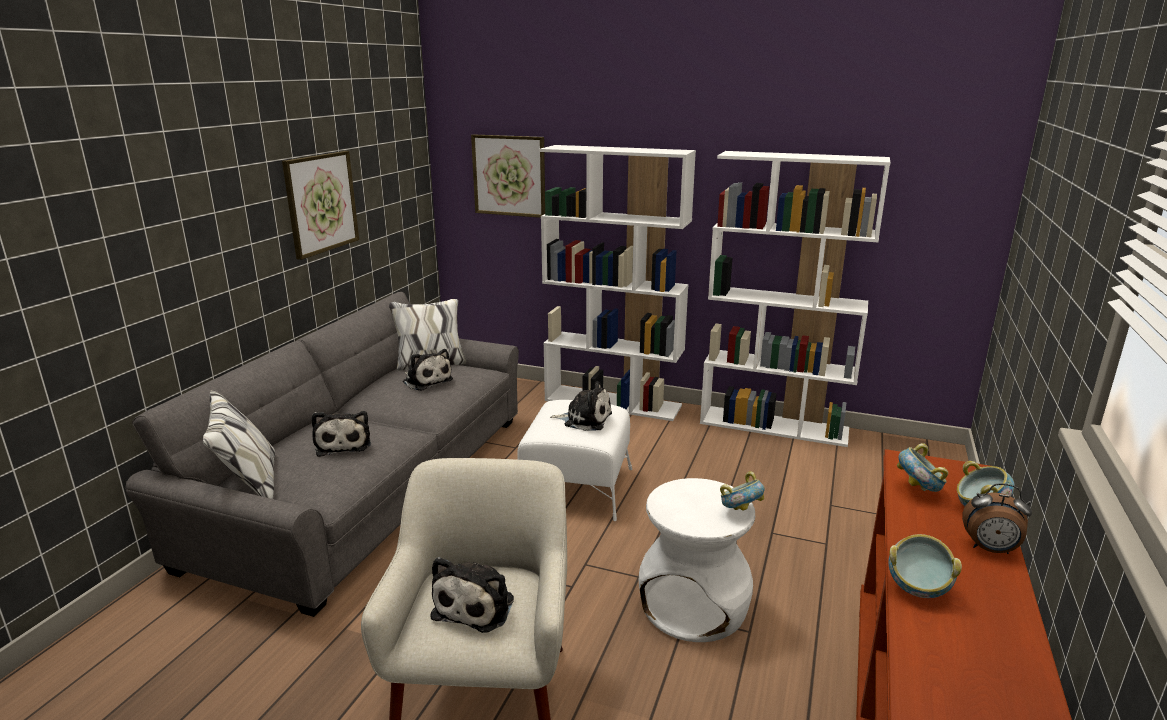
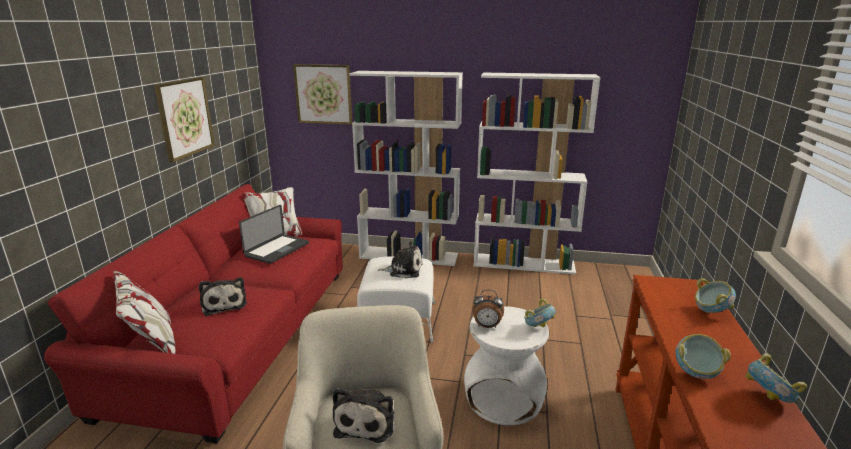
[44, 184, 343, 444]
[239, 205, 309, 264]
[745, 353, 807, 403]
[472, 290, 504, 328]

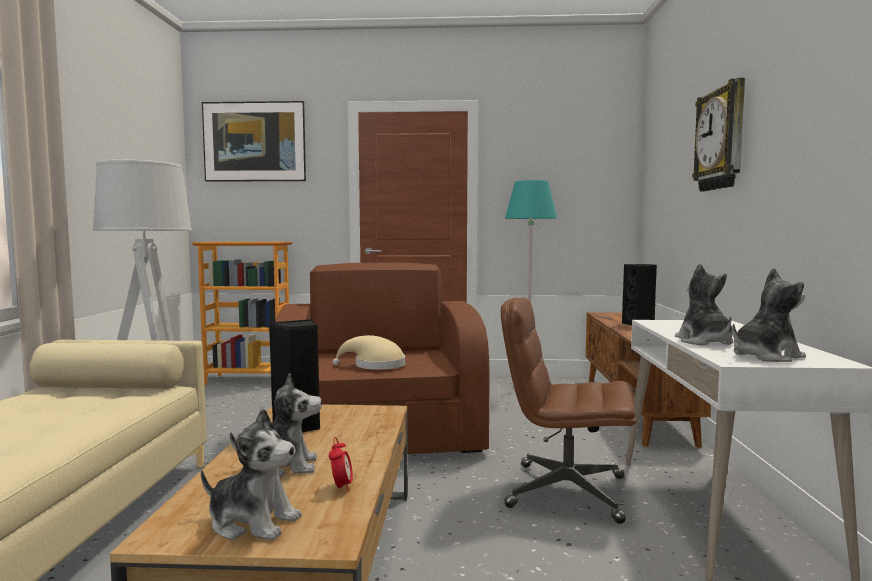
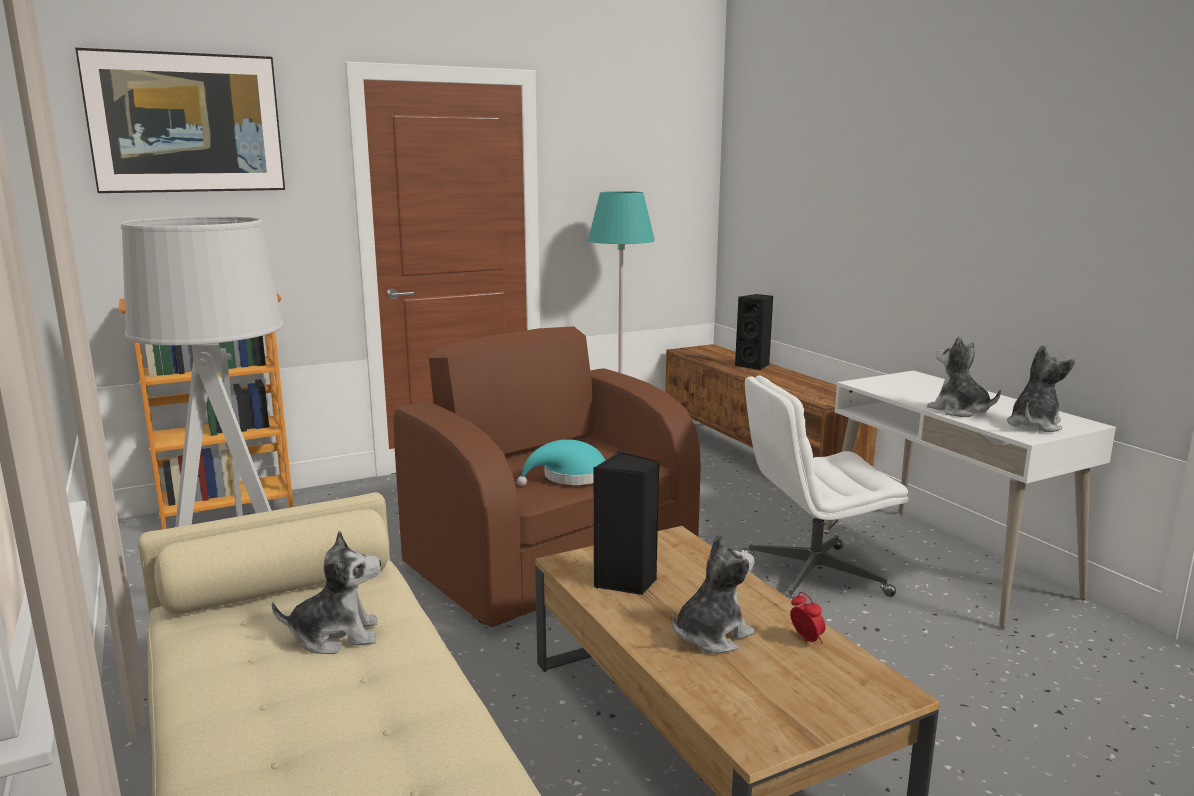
[692, 78, 745, 192] (first image)
[741, 375, 909, 600]
[517, 439, 606, 486]
[272, 531, 381, 654]

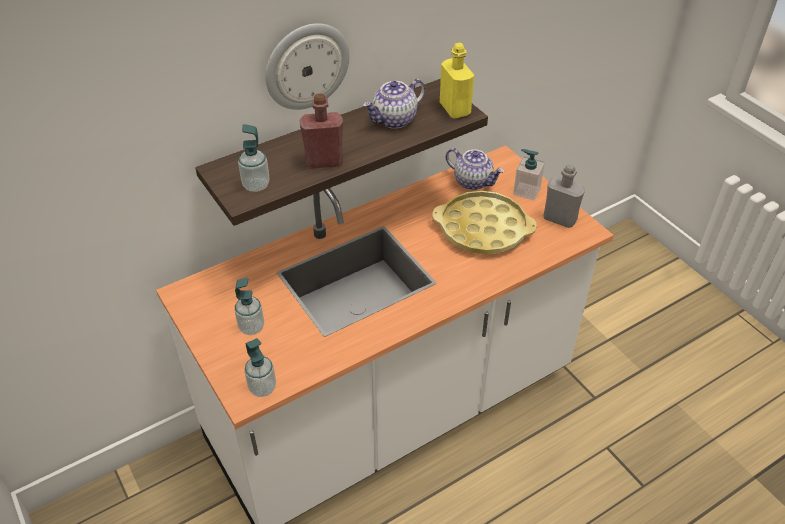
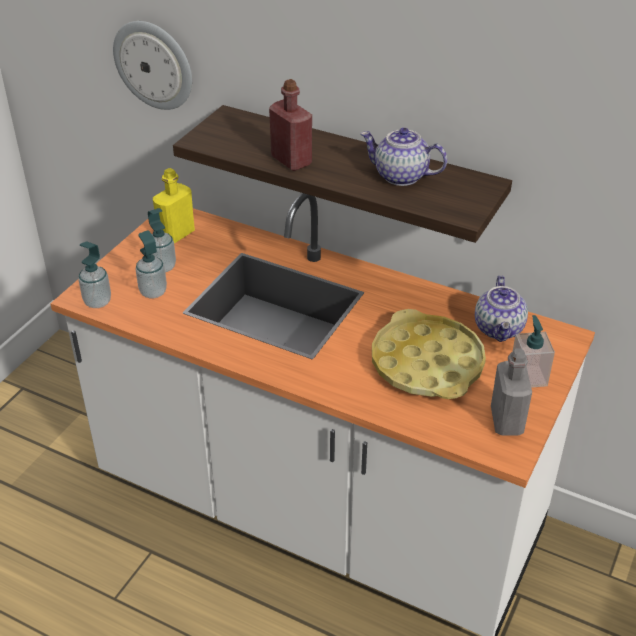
[113, 21, 192, 110]
[153, 168, 195, 244]
[136, 230, 167, 298]

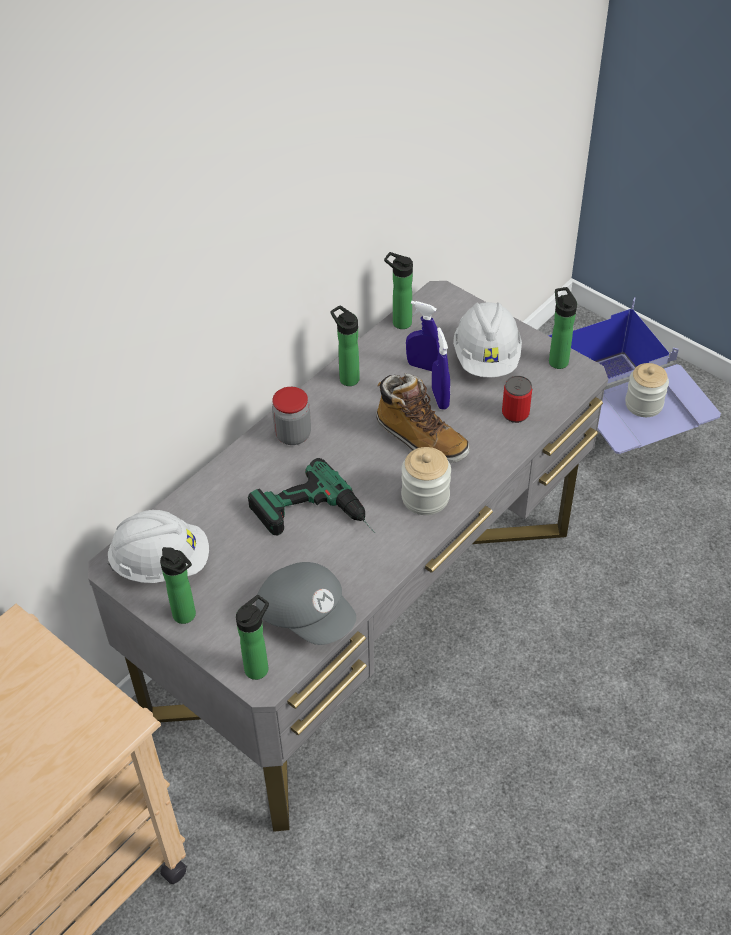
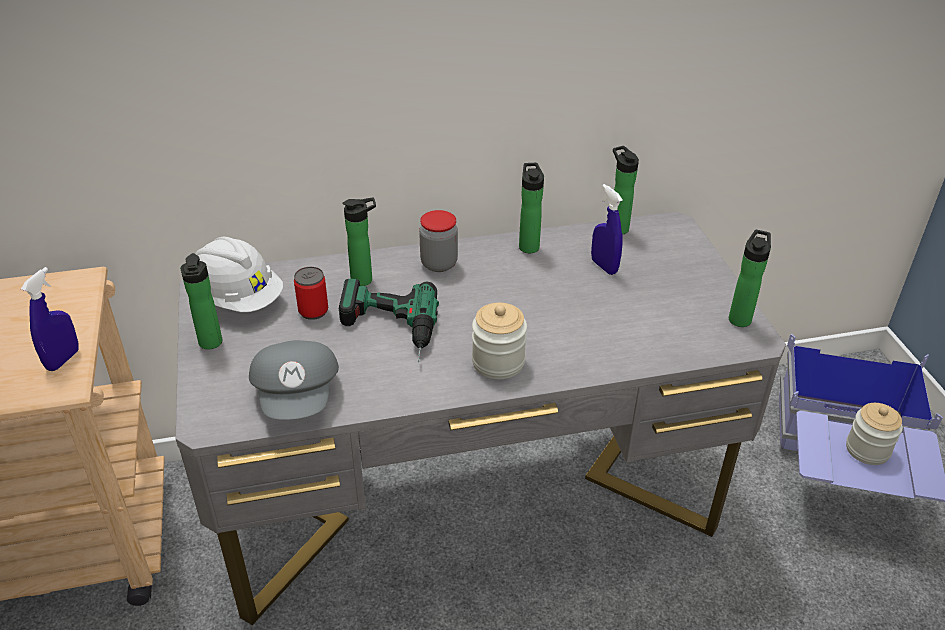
[453, 302, 522, 378] (first image)
[21, 267, 79, 371]
[376, 373, 470, 463] (first image)
[294, 267, 328, 320]
[343, 197, 376, 286]

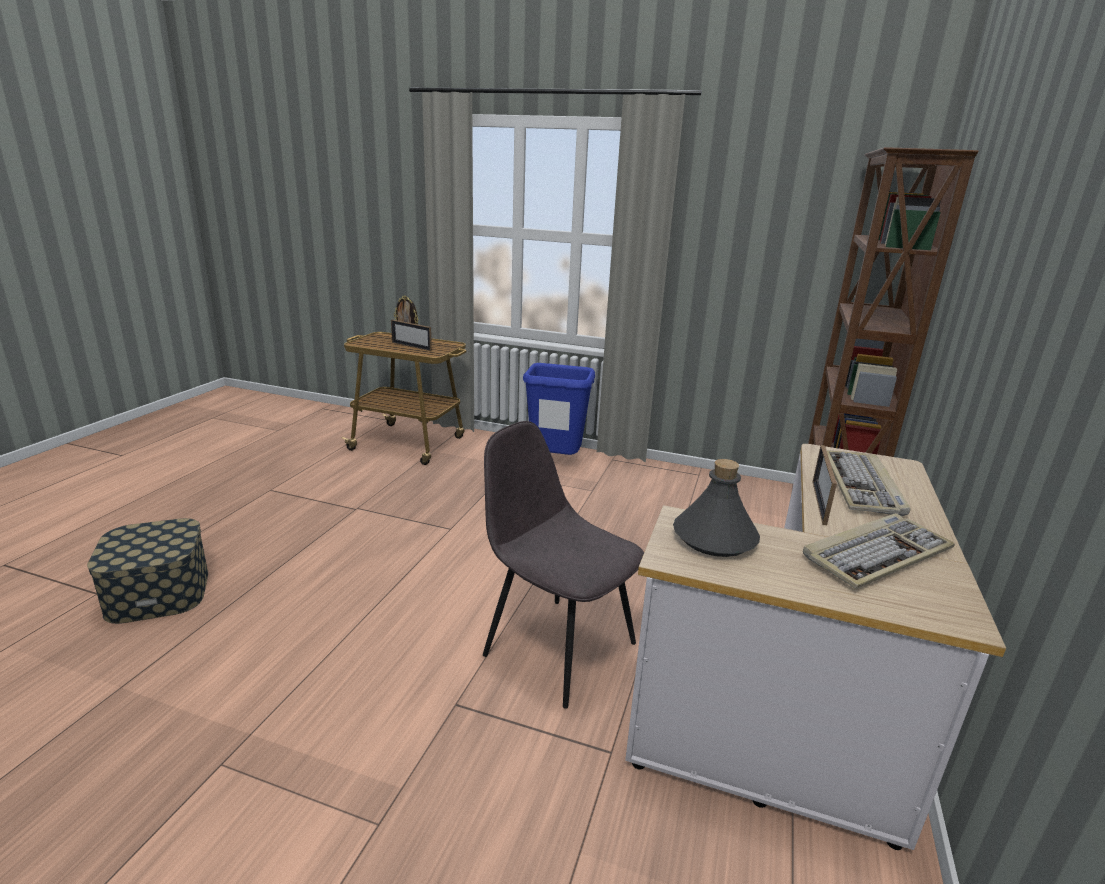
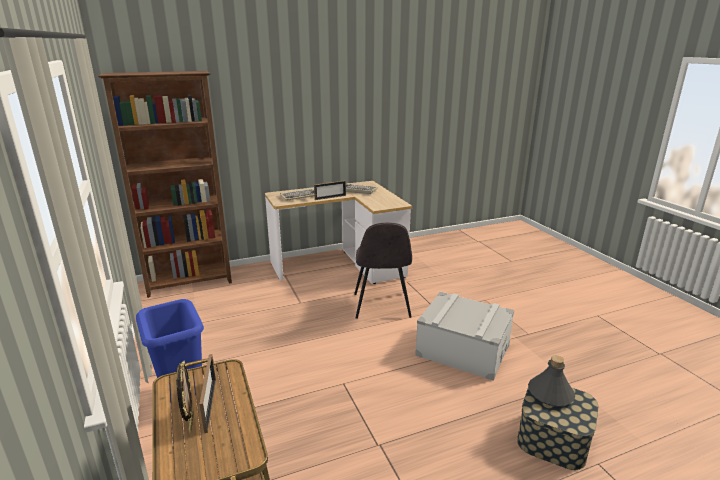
[528, 355, 575, 406]
[415, 292, 514, 381]

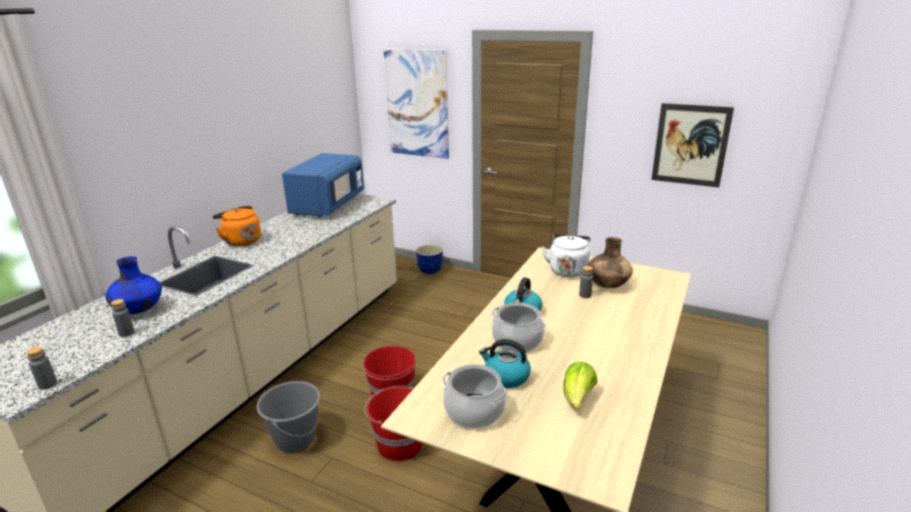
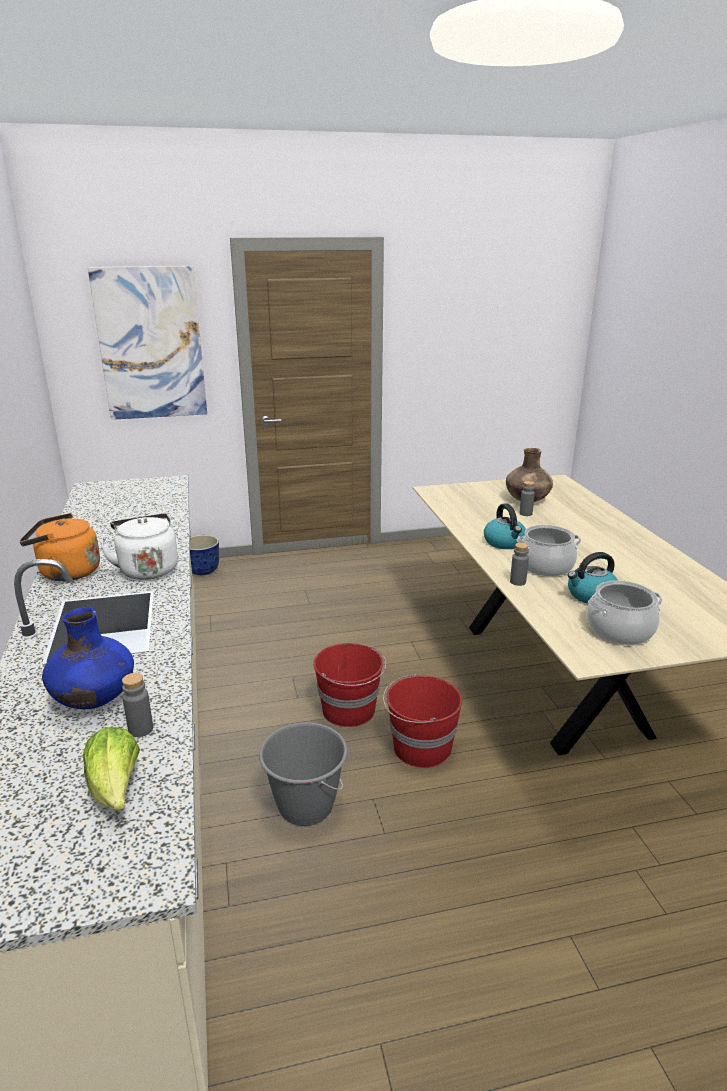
[651, 103, 734, 187] (first image)
[282, 153, 364, 217] (first image)
[100, 513, 178, 580]
[510, 543, 529, 586]
[83, 727, 140, 811]

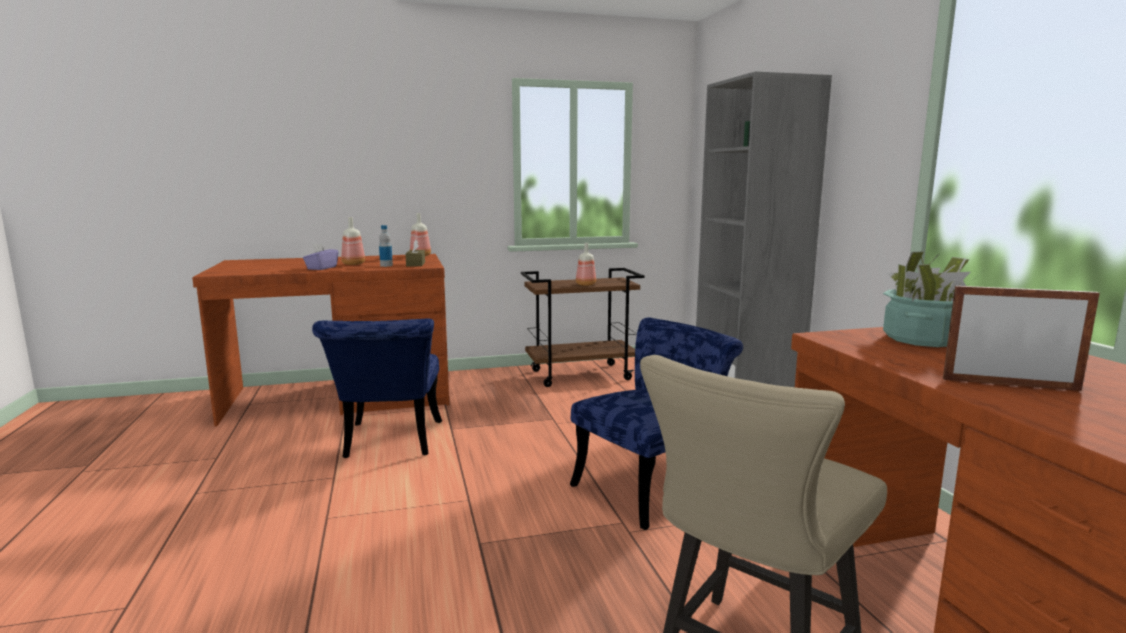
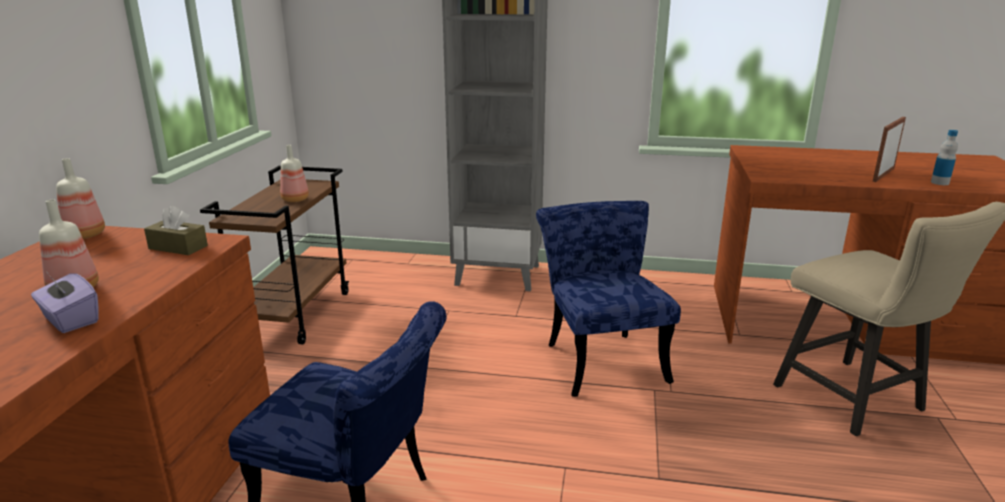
[931, 130, 958, 185]
[883, 251, 980, 347] (first image)

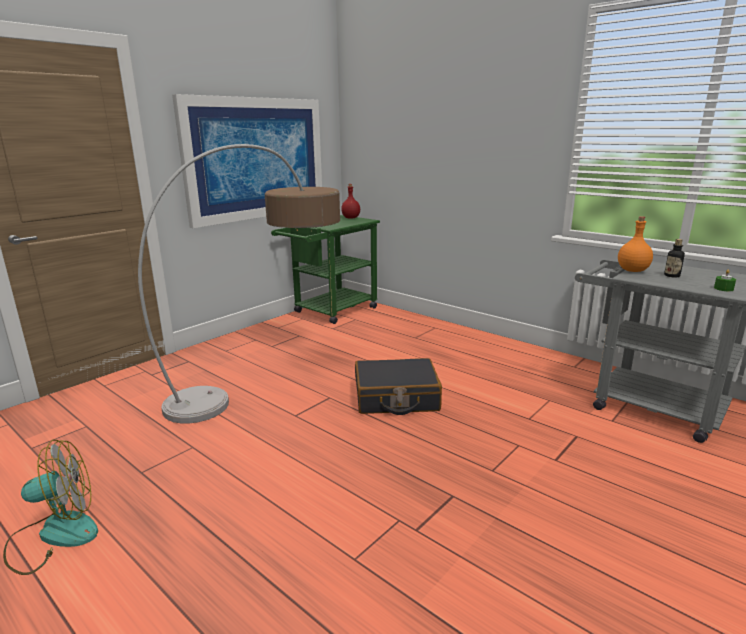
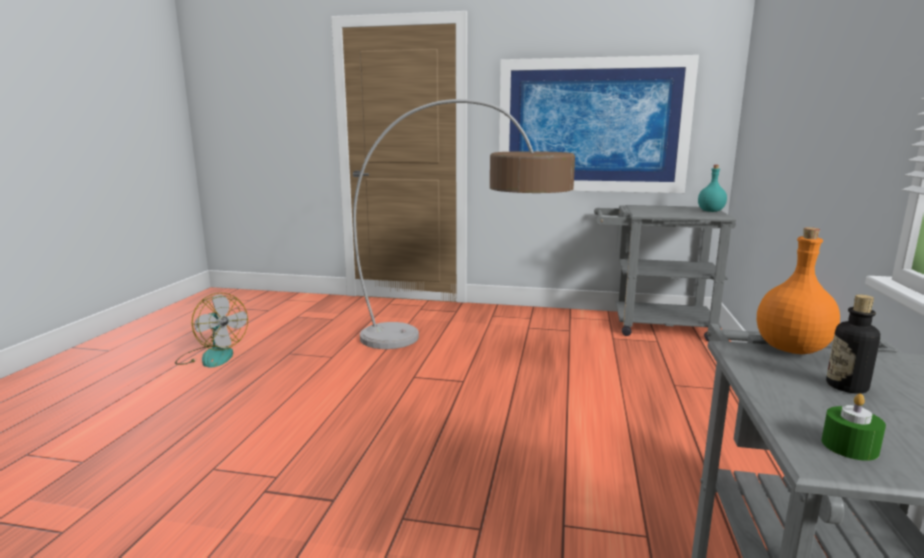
[698, 165, 727, 212]
[594, 205, 736, 341]
[355, 358, 442, 415] (first image)

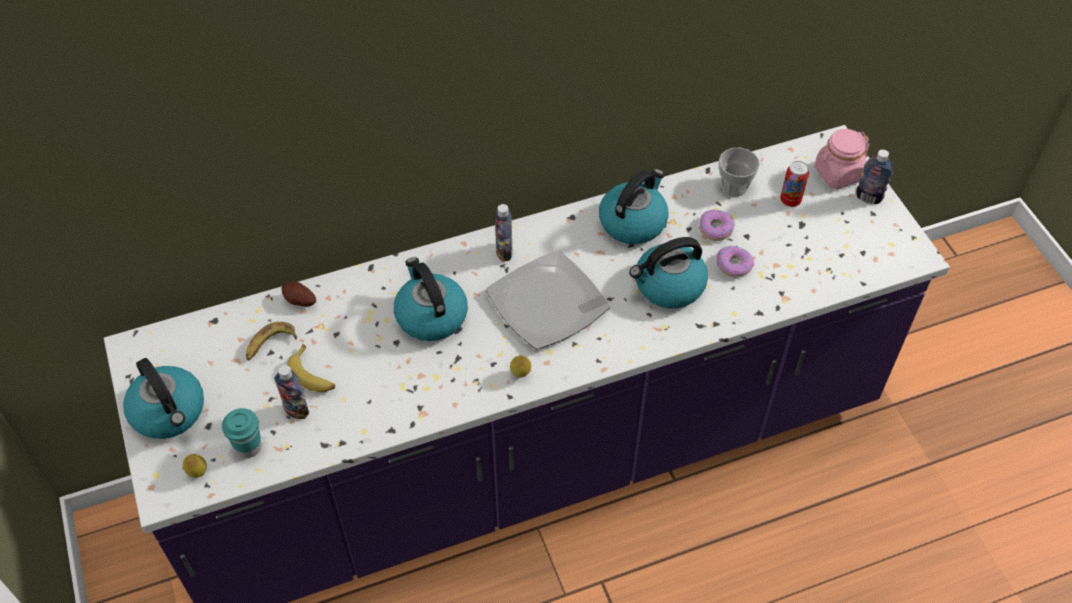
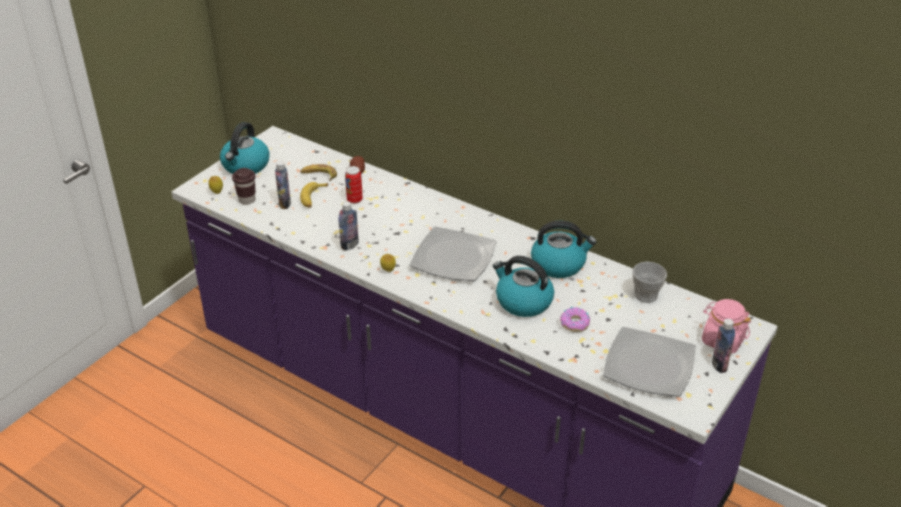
[345, 166, 363, 204]
[339, 201, 359, 250]
[699, 209, 735, 241] (first image)
[394, 257, 468, 341] (first image)
[232, 168, 255, 205]
[603, 327, 696, 397]

